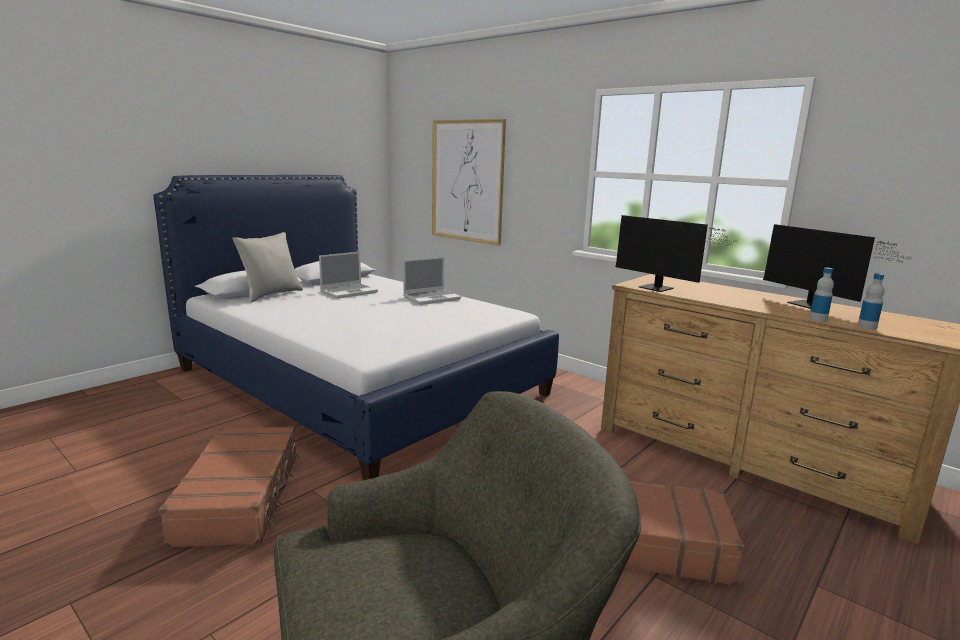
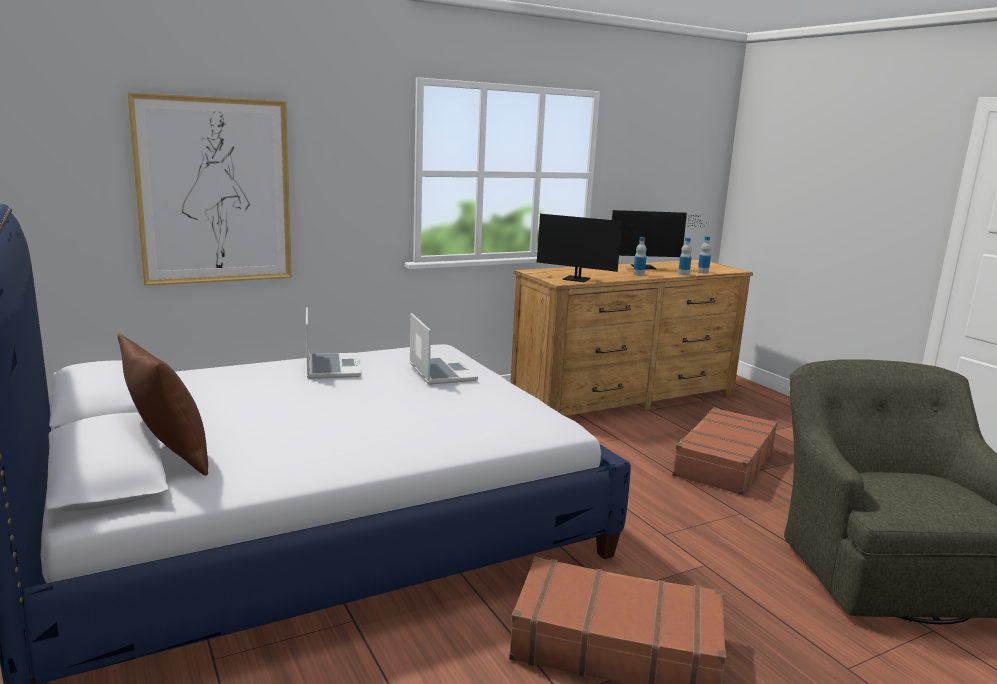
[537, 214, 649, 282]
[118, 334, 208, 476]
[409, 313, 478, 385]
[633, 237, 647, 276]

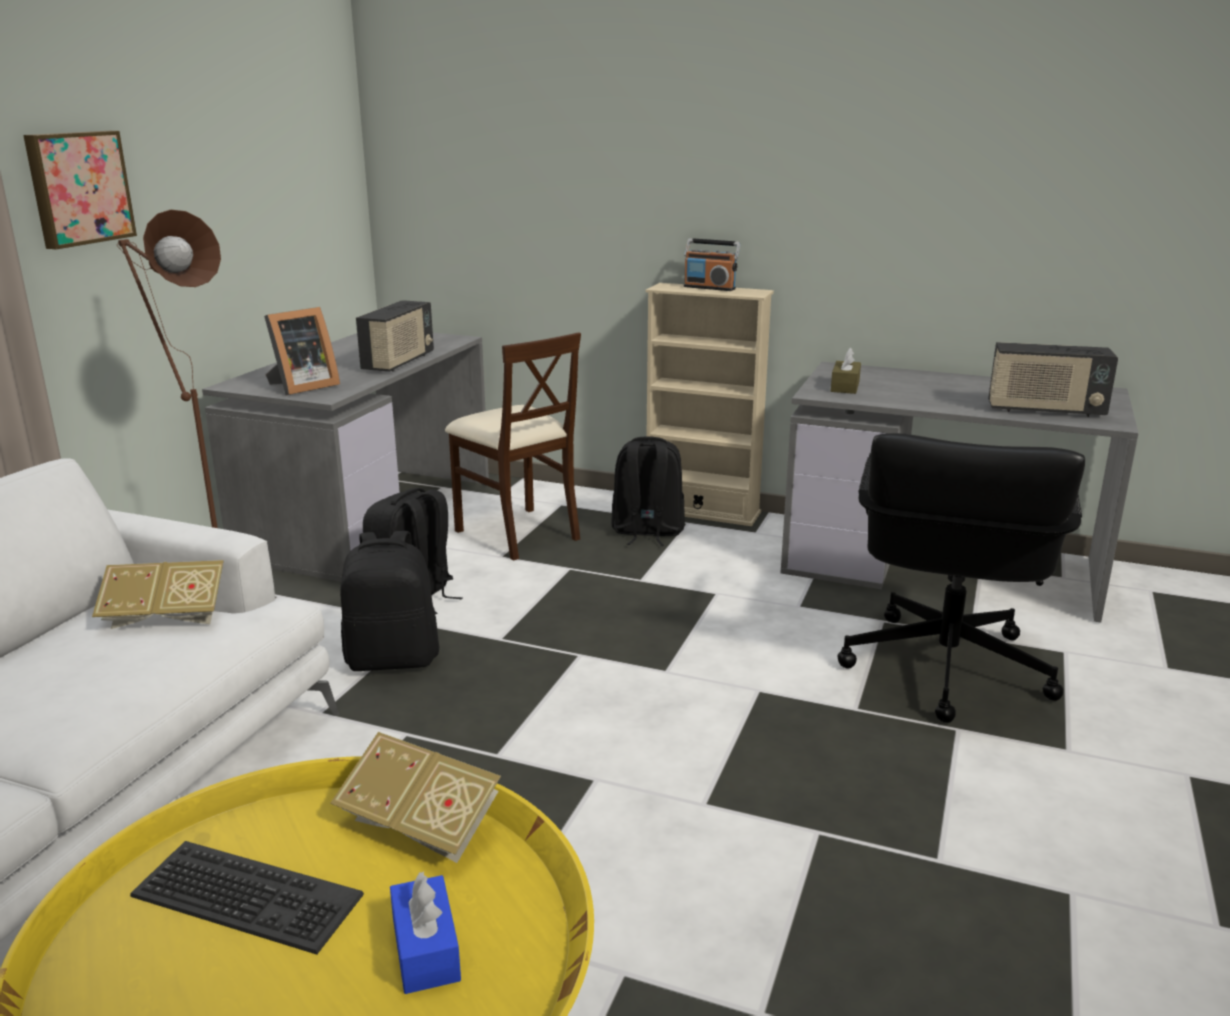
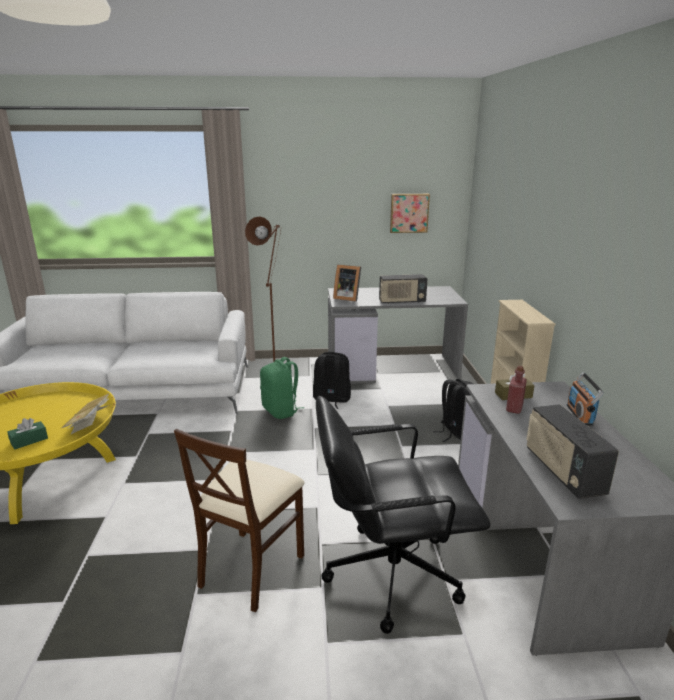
[390, 194, 430, 233]
[567, 372, 604, 425]
[174, 429, 305, 612]
[260, 357, 305, 419]
[92, 560, 224, 629] (first image)
[130, 841, 364, 955] (first image)
[7, 418, 48, 449]
[506, 365, 527, 414]

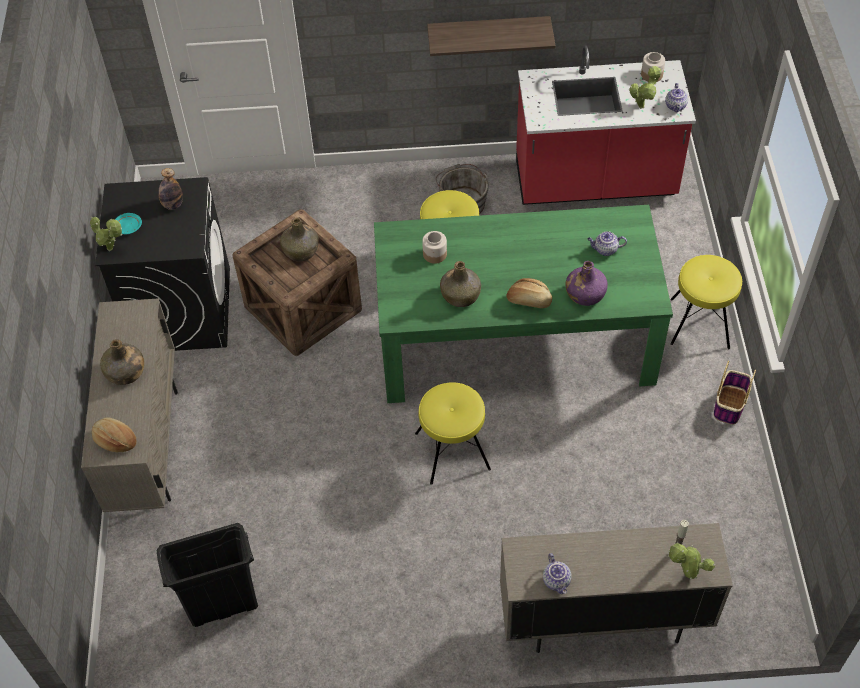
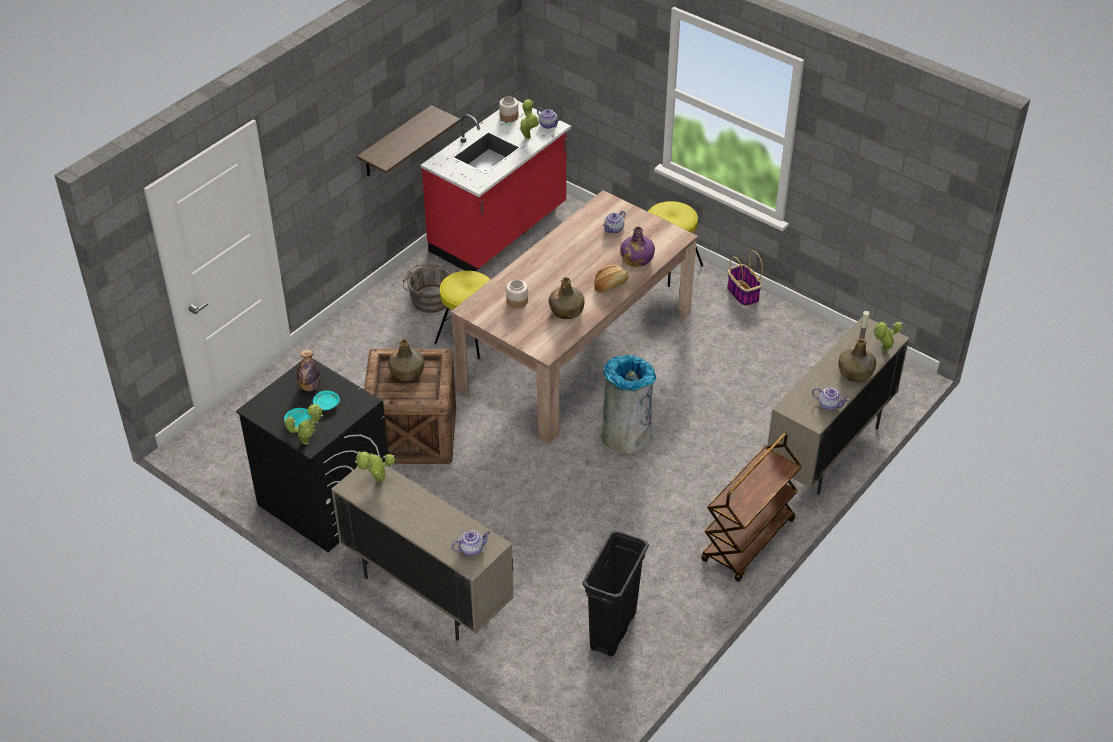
[451, 190, 698, 443]
[838, 339, 876, 382]
[602, 355, 656, 454]
[452, 531, 490, 556]
[313, 390, 340, 410]
[701, 433, 802, 582]
[355, 451, 395, 482]

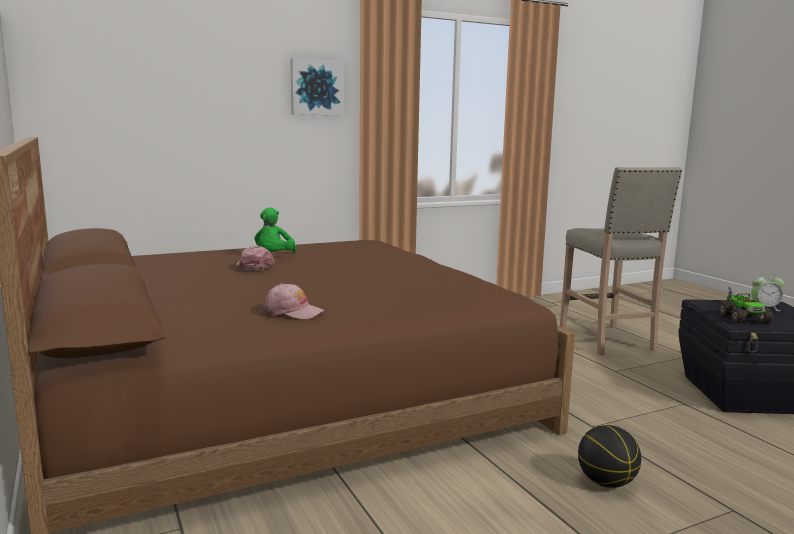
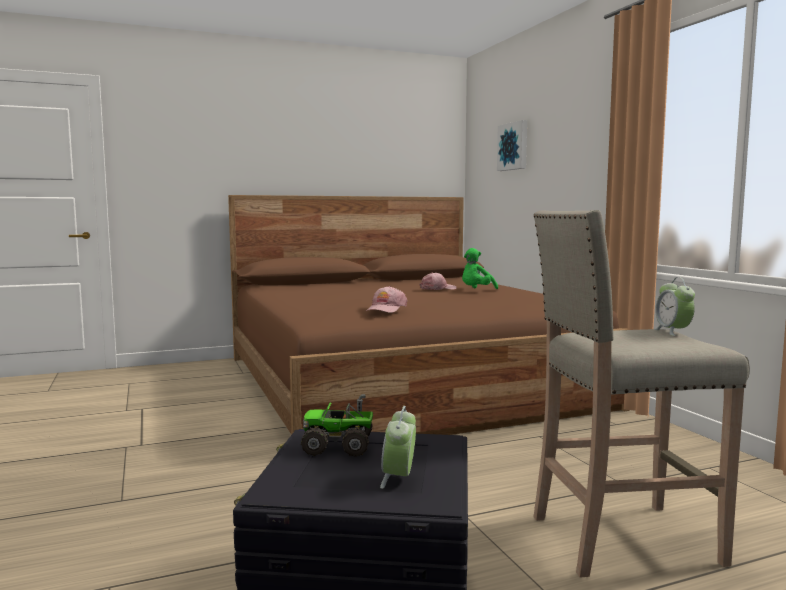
[497, 120, 527, 171]
[462, 248, 498, 289]
[366, 286, 408, 313]
[578, 425, 641, 488] (first image)
[654, 277, 695, 336]

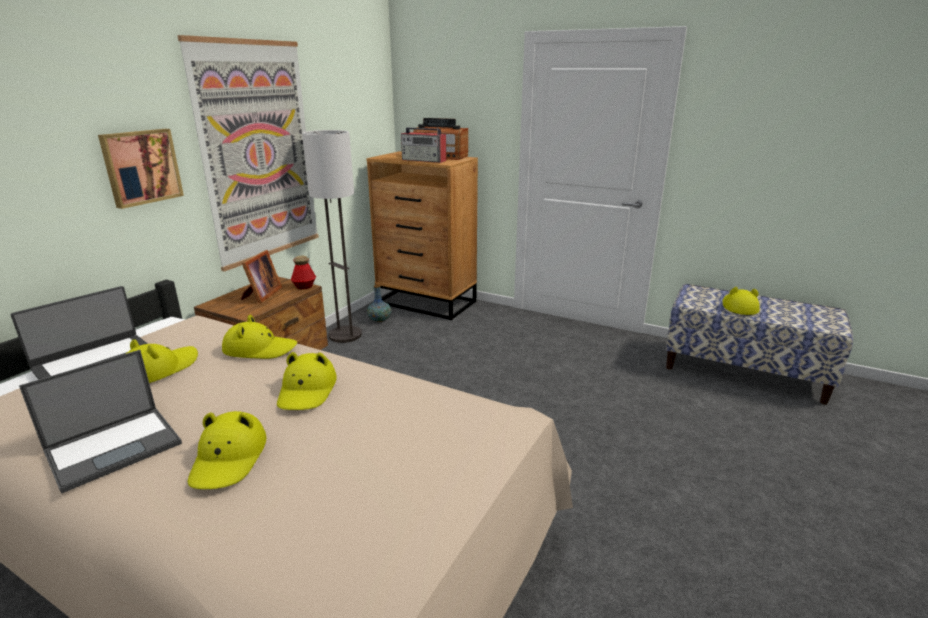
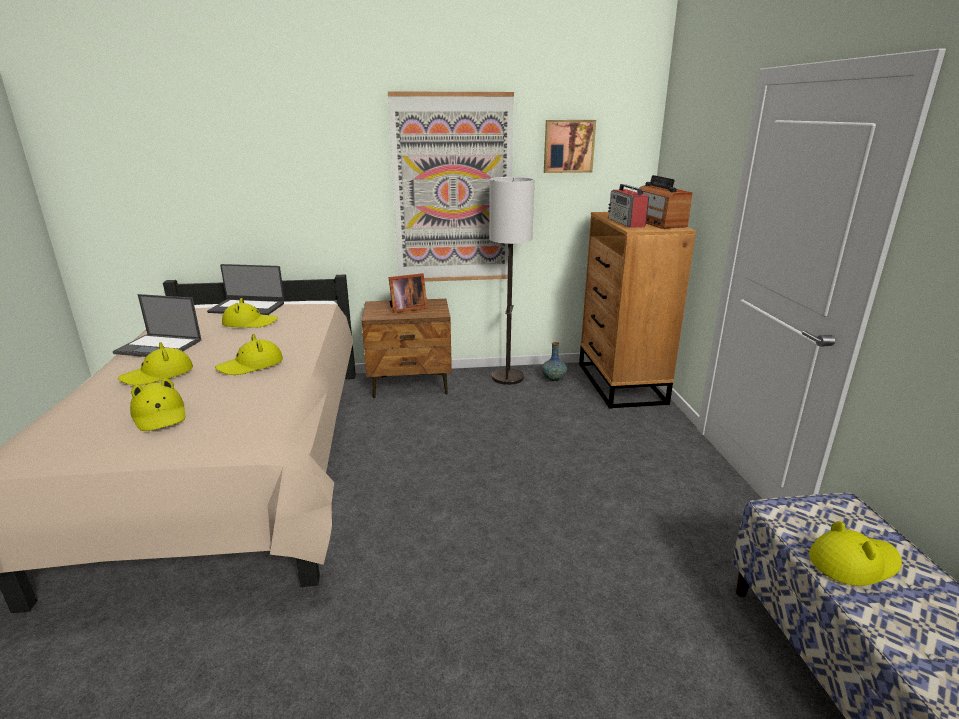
[544, 120, 596, 173]
[291, 256, 316, 289] (first image)
[130, 378, 185, 431]

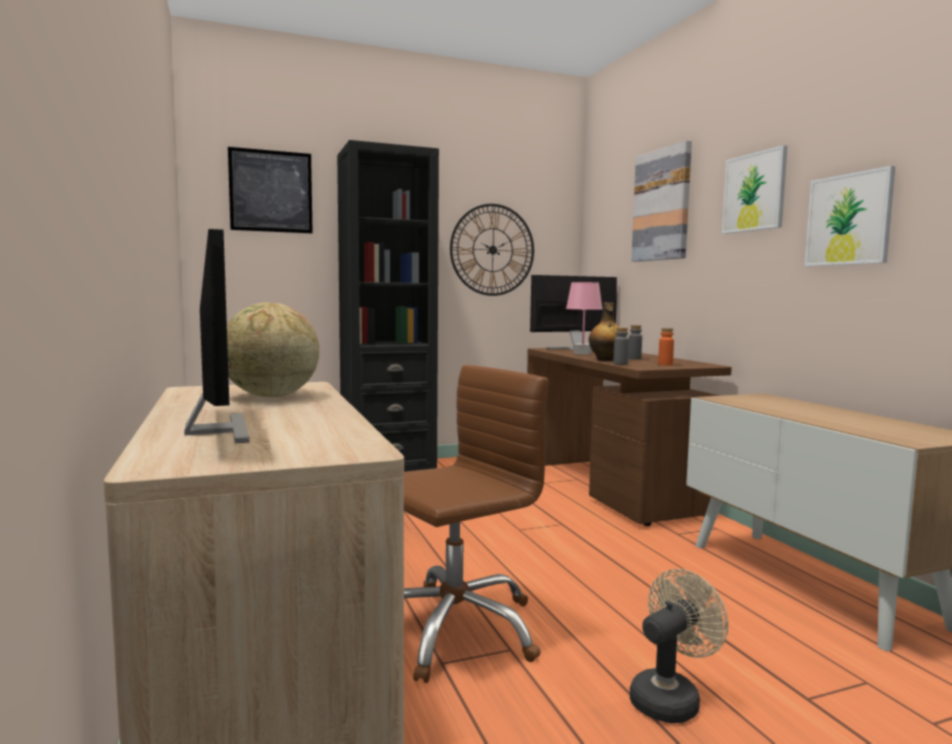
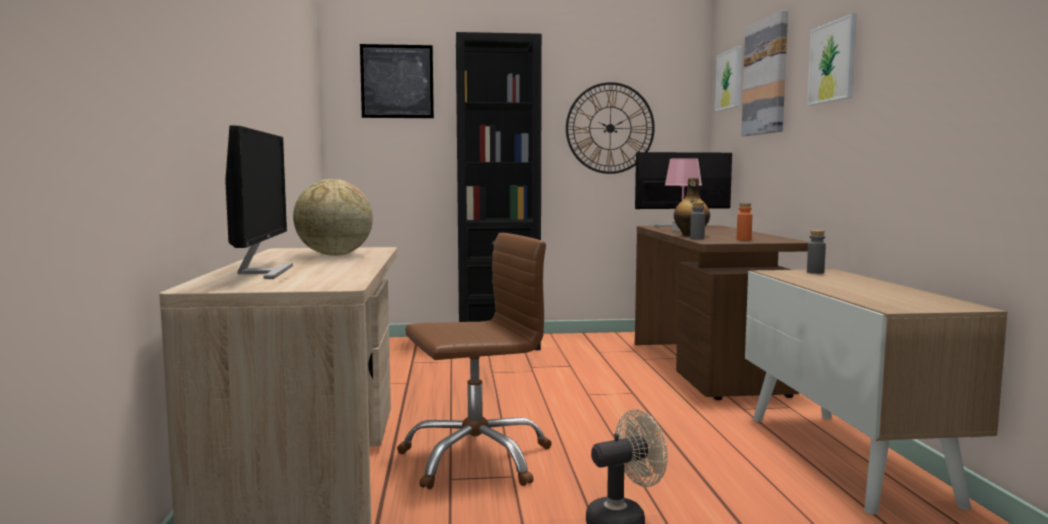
[715, 46, 742, 111]
[807, 230, 826, 274]

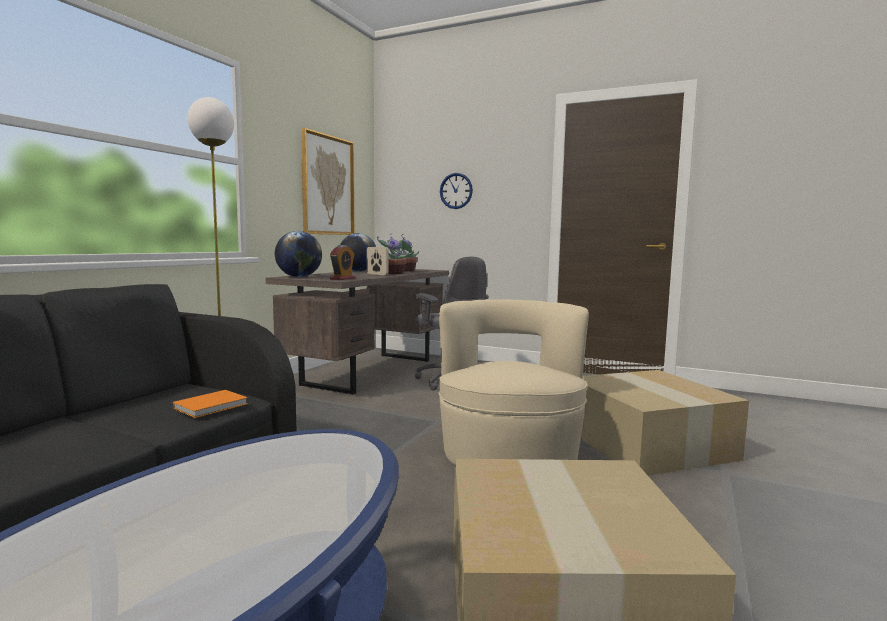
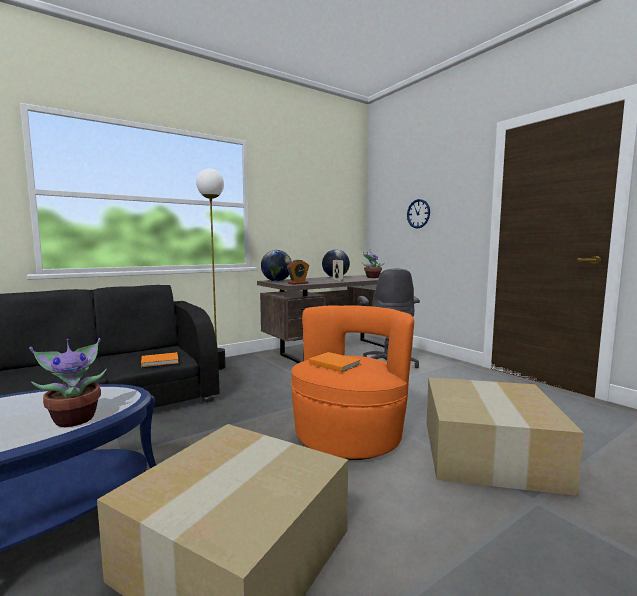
[301, 128, 355, 235] (first image)
[29, 338, 107, 427]
[291, 305, 414, 460]
[309, 352, 361, 372]

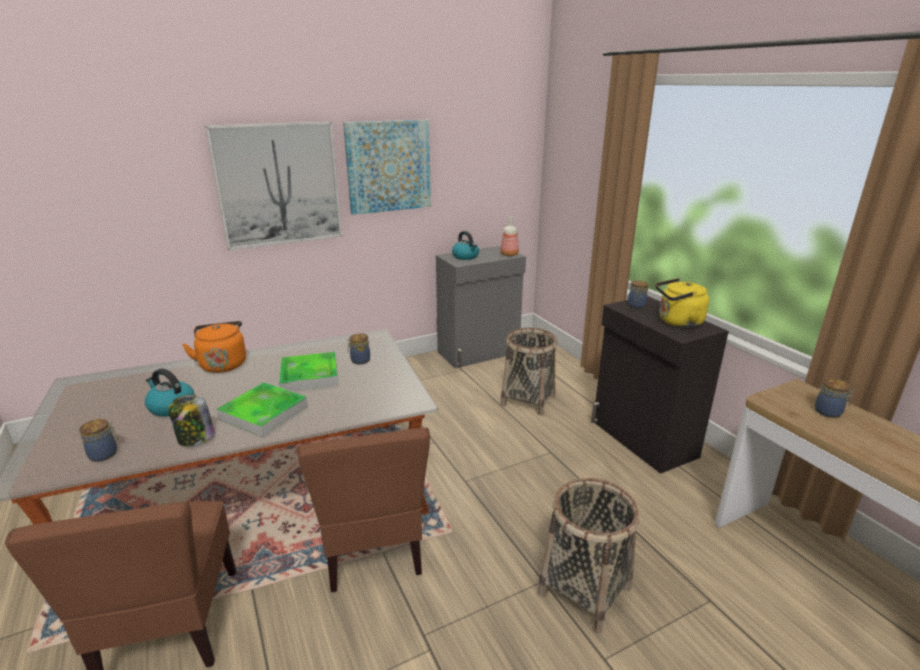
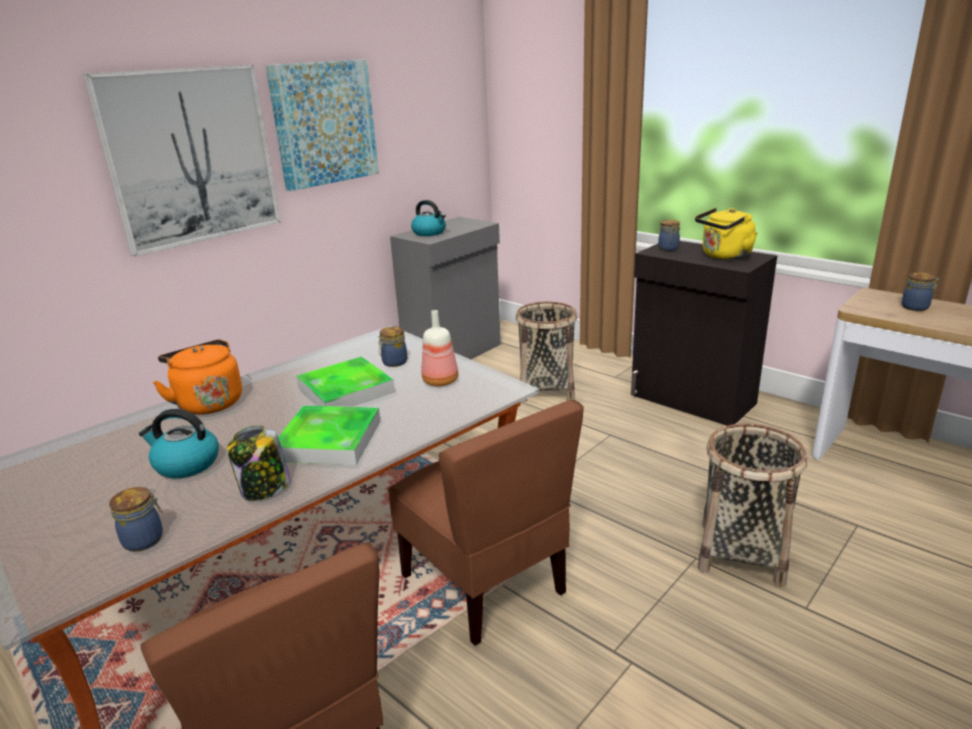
[421, 310, 458, 386]

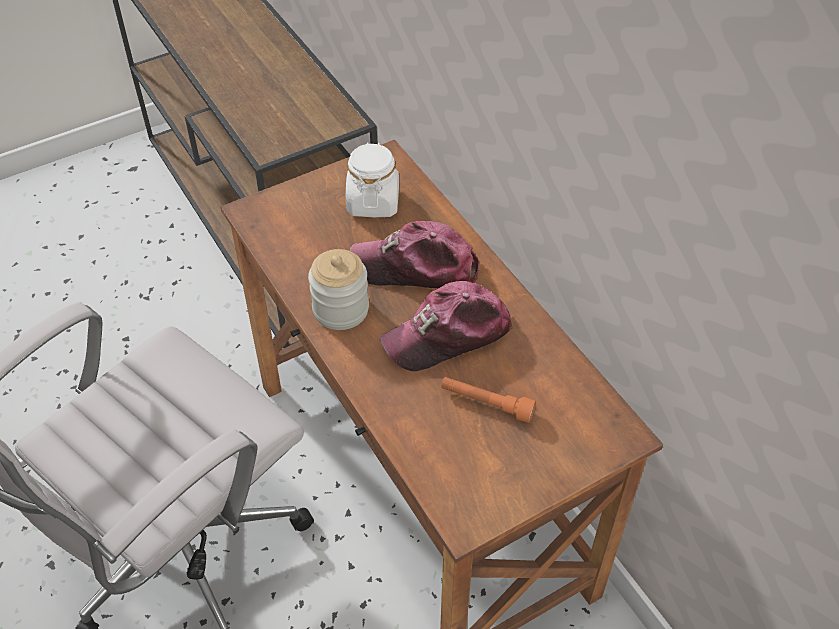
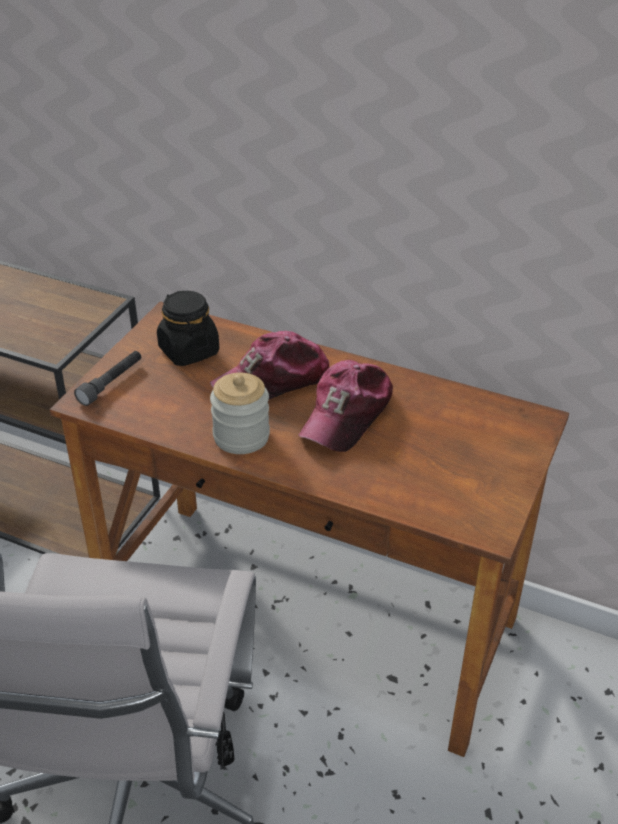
[157, 291, 219, 366]
[441, 377, 536, 423] (first image)
[74, 351, 141, 406]

